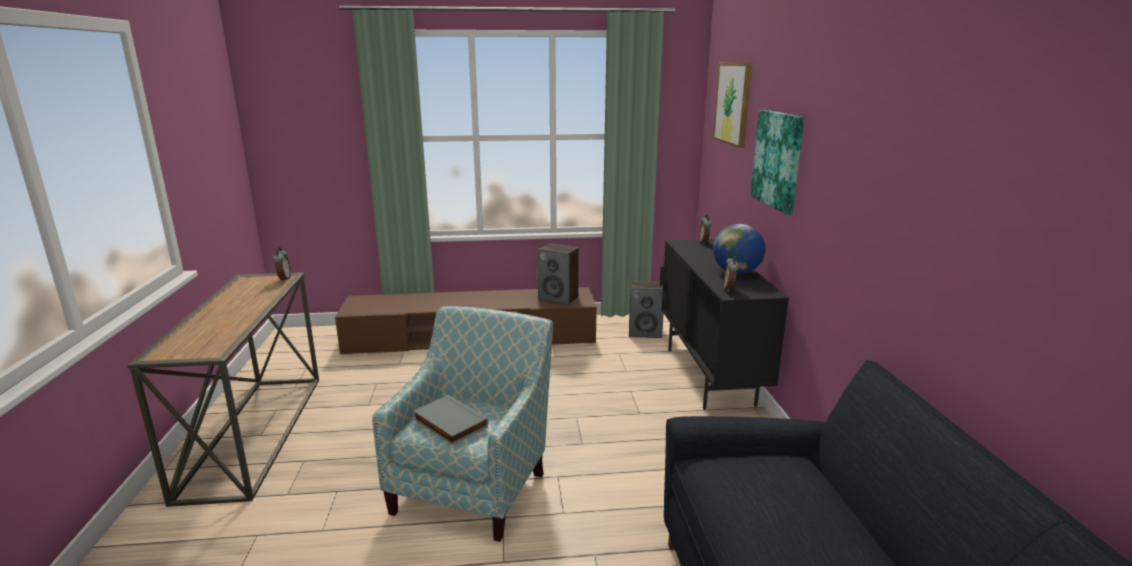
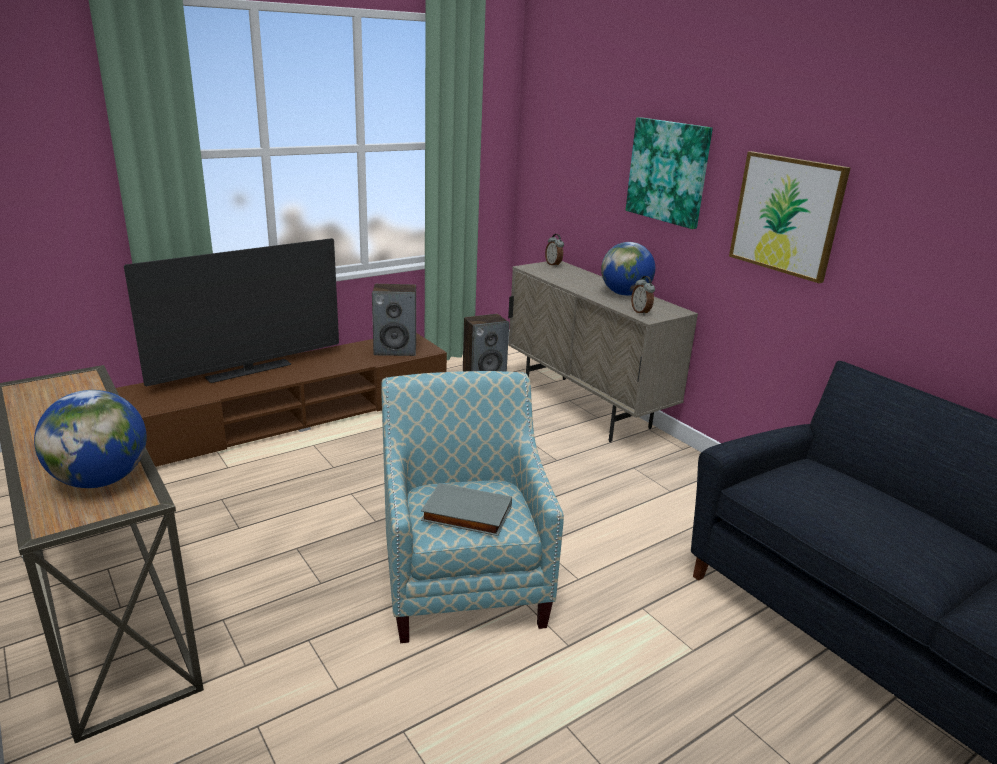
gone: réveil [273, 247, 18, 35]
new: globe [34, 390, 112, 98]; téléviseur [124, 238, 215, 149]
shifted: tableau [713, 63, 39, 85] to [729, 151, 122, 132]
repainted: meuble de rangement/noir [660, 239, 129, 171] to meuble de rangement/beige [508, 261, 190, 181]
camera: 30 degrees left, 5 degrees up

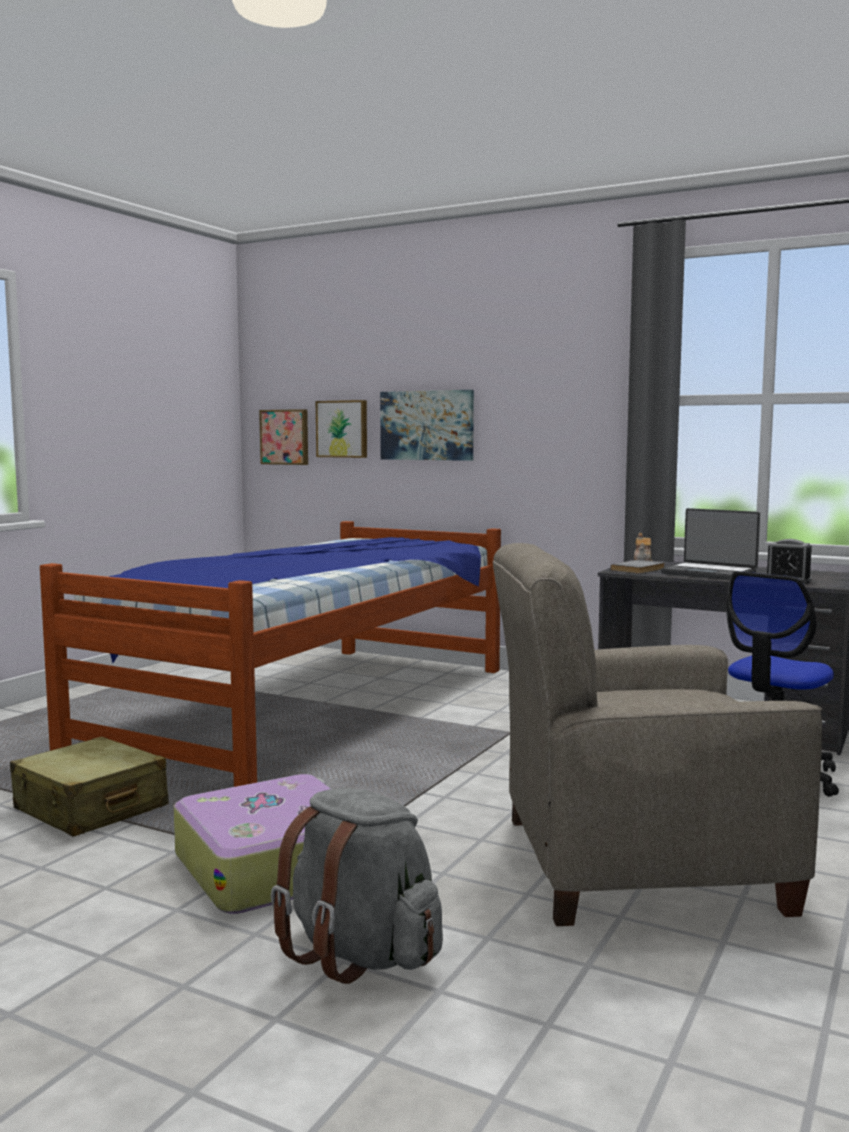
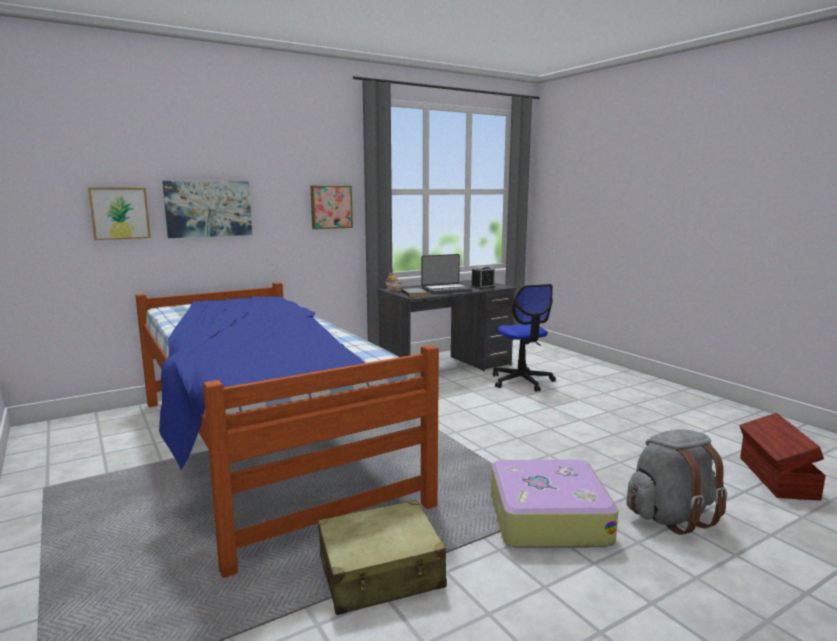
gone: fauteuil/beige [493, 543, 329, 383]
new: boîte de rangement/marron [739, 413, 87, 88]
shifted: tableau [259, 409, 49, 56] to [311, 185, 42, 44]
camera: 60 degrees left, 5 degrees up

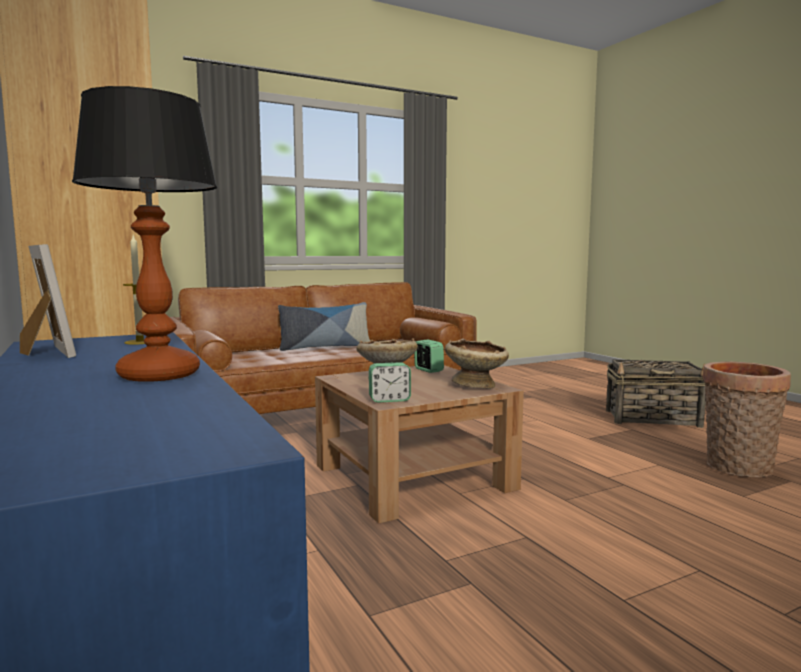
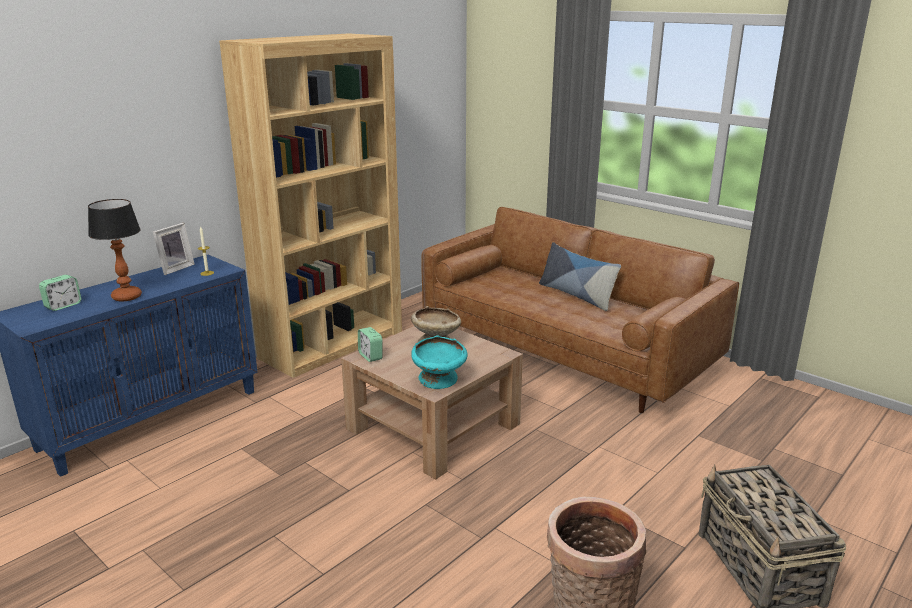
shifted: réveil [414, 340, 30, 33] to [39, 275, 42, 36]
repainted: bol/beige [445, 339, 64, 50] to bol/turquoise [411, 335, 56, 54]
camera: 70 degrees right, 15 degrees up

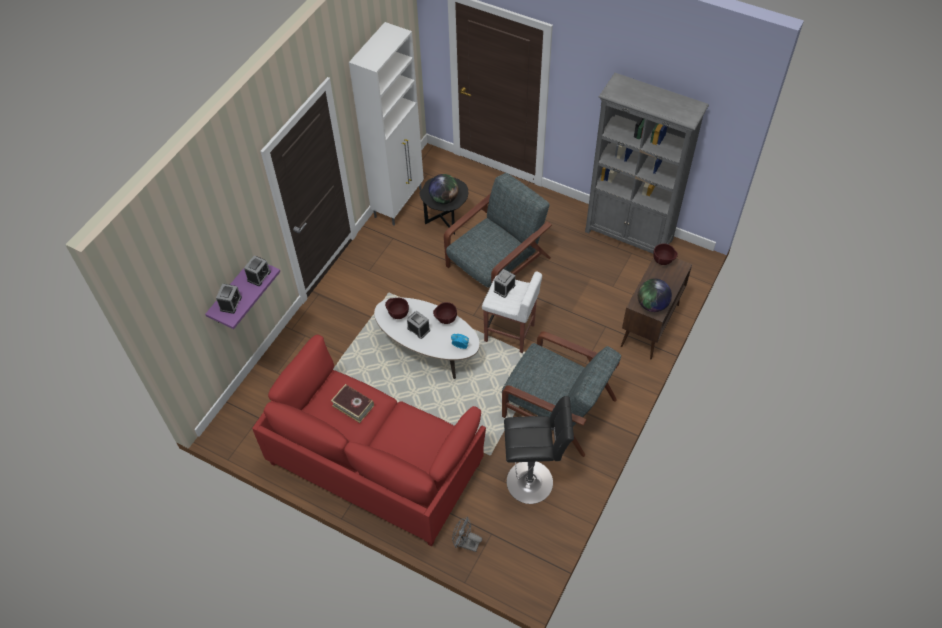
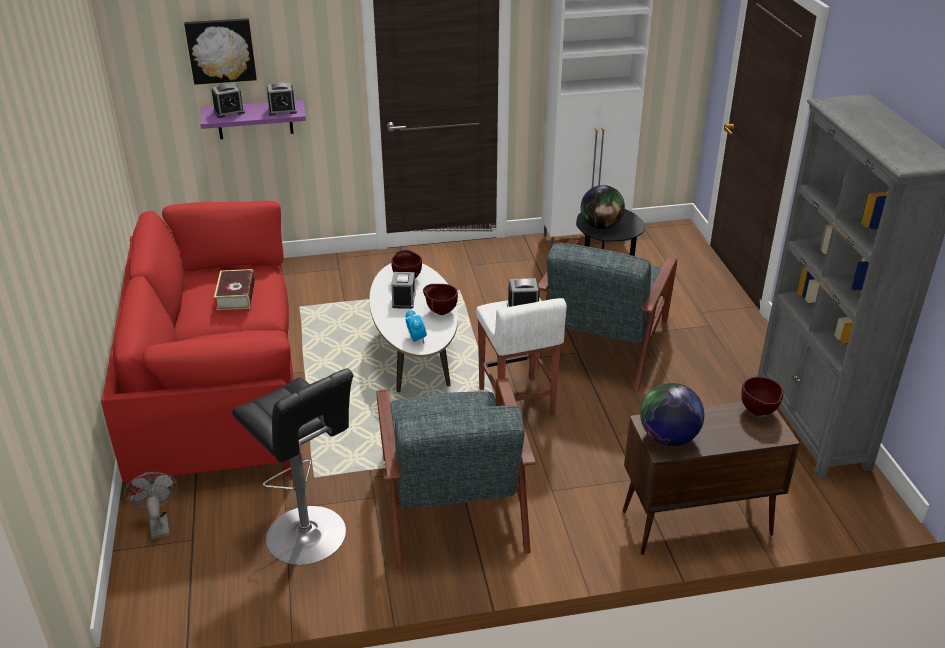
new: tableau [184, 18, 73, 67]
rotated: fauteuil/gris [444, 173, 108, 115] = [535, 239, 142, 153] 105 degrees clockwise
camera: 50 degrees right, 20 degrees down

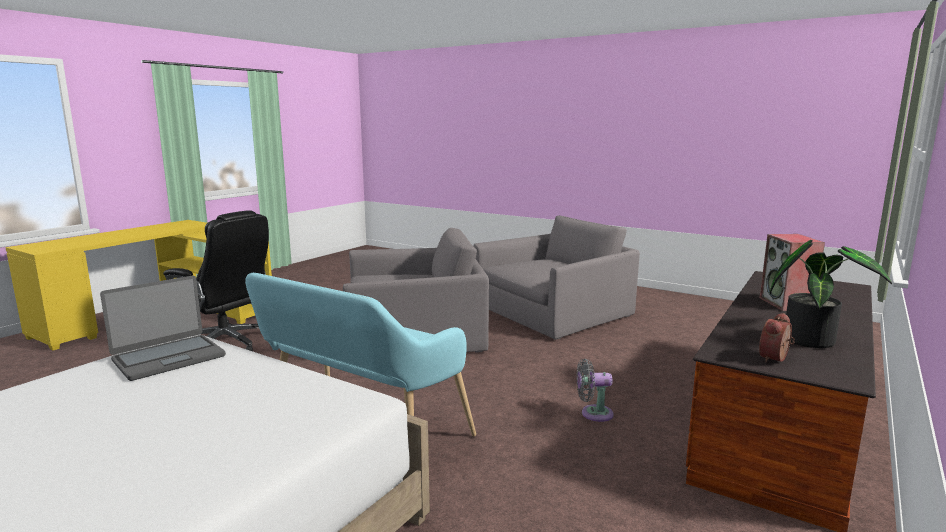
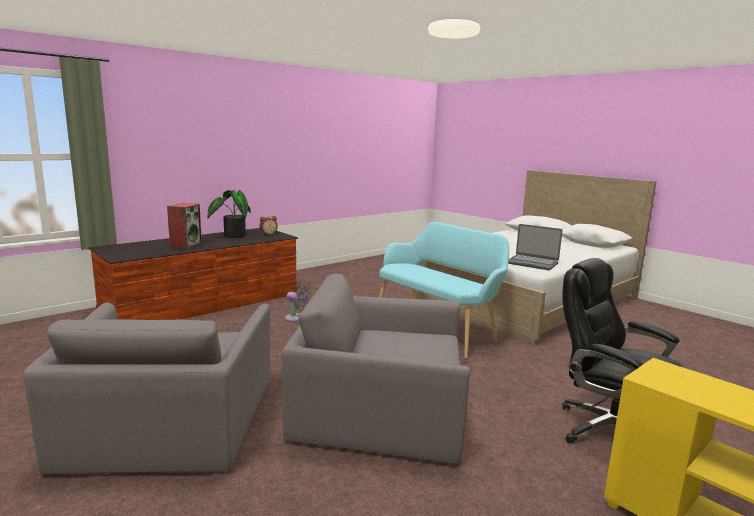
rotated: ordinateur portable [100, 276, 126, 105] = [508, 224, 55, 46] 120 degrees counterclockwise; fauteuil/gris [473, 215, 167, 125] = [23, 303, 247, 171] 75 degrees counterclockwise
camera: 165 degrees left, 0 degrees up

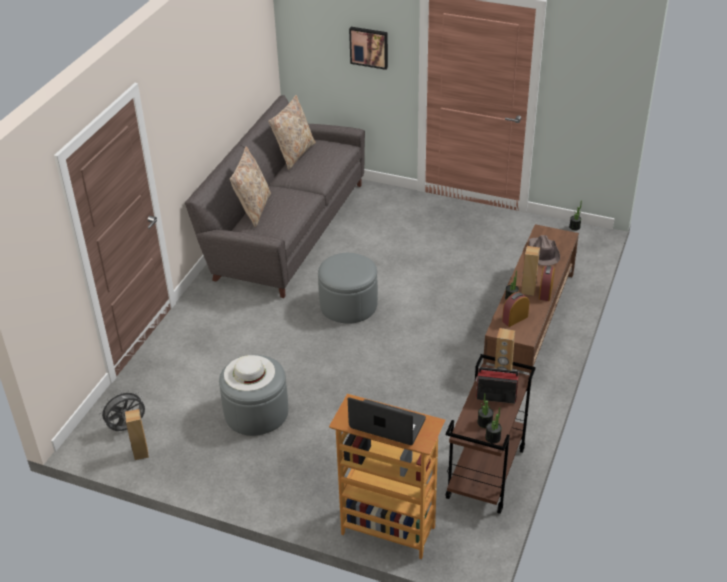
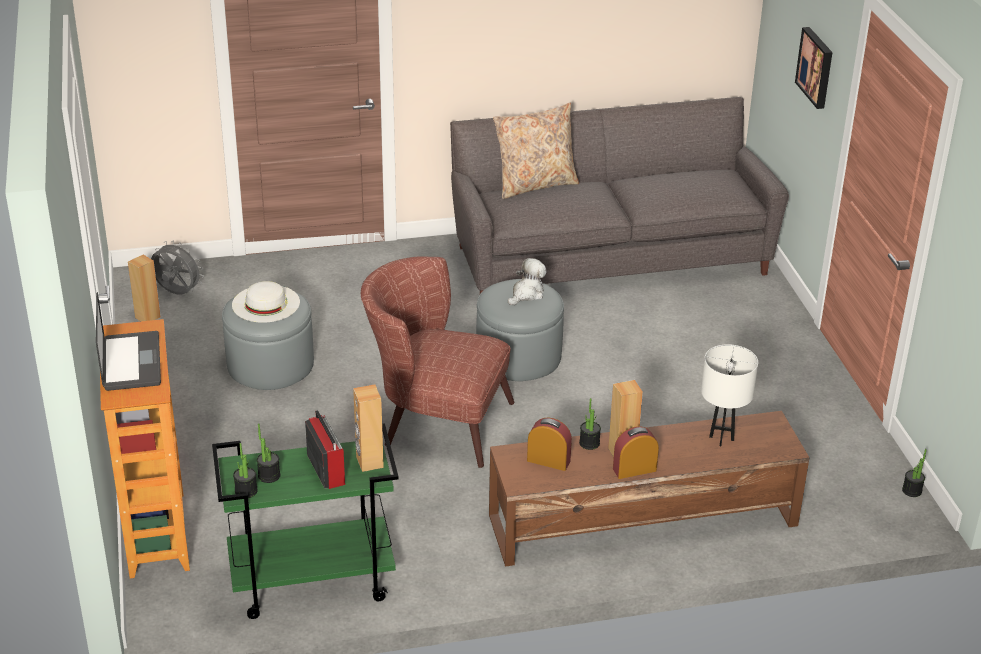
gone: coussin/beige [268, 95, 48, 75]
new: fauteuil/marron [361, 256, 153, 212]; peluche [508, 258, 38, 47]
swapped: chapeau/marron [529, 235, 31, 31] to lampe de table/blanc [701, 344, 57, 102]
repainted: chariot/marron [445, 354, 91, 160] to chariot/vert [212, 423, 187, 196]
camera: 55 degrees right, 5 degrees down

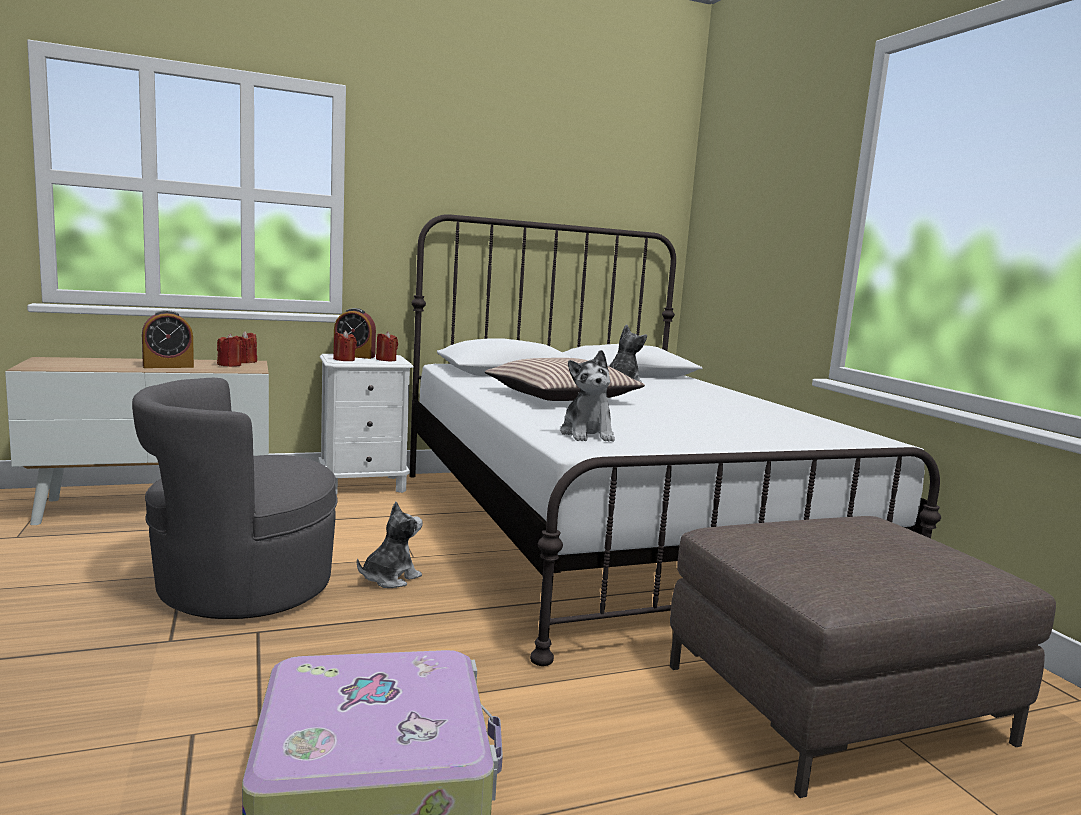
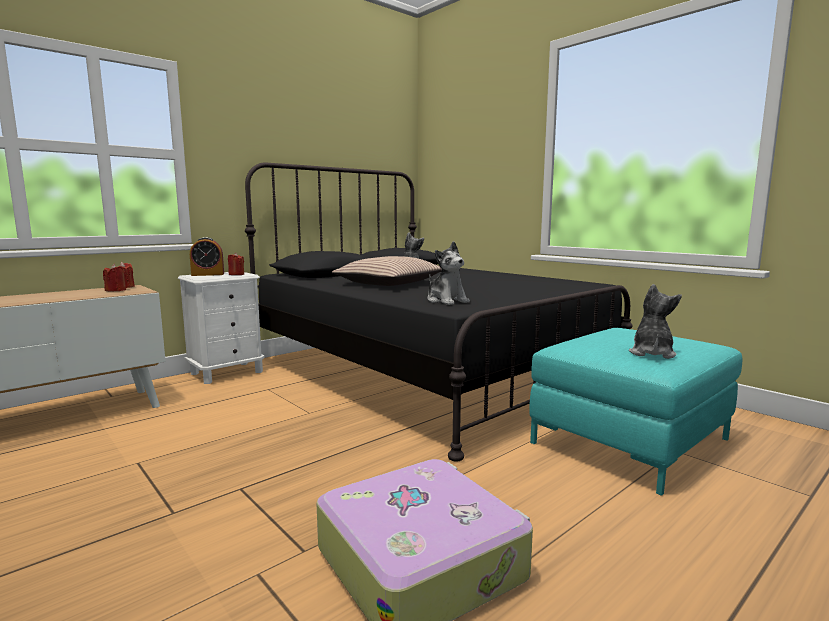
gone: fauteuil/gris [132, 378, 206, 241]; réveil [142, 310, 52, 58]; bougie/rouge [333, 330, 24, 31]
shifted: peluche [357, 502, 66, 86] to [629, 284, 53, 75]
repainted: lit/blanc [409, 214, 532, 452] to lit/noir [245, 163, 388, 299]; pouf/marron [669, 516, 387, 282] to pouf/turquoise [529, 328, 213, 168]
camera: 20 degrees left, 0 degrees up

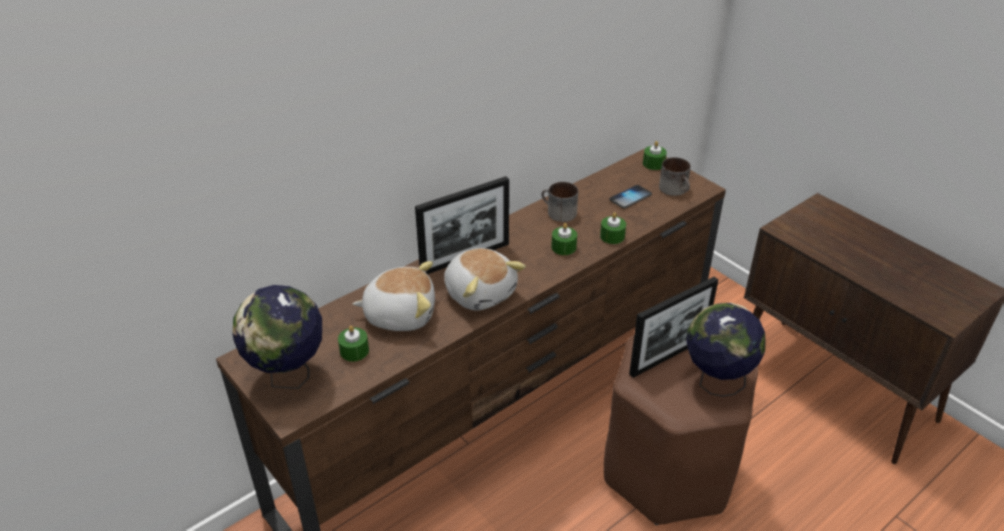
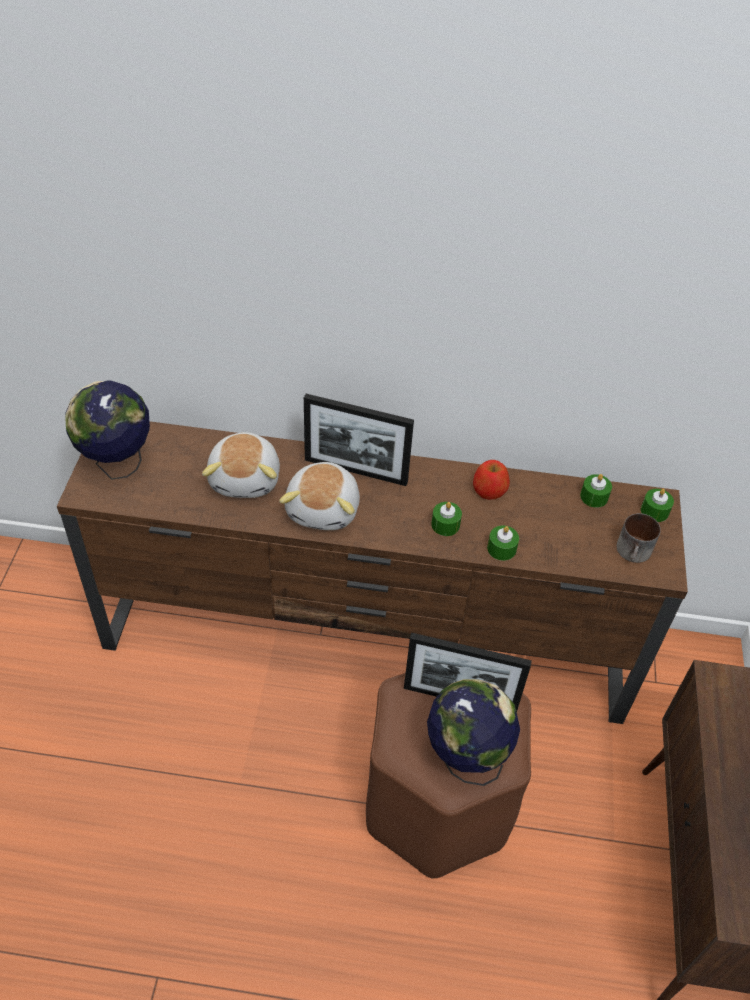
gone: téléphone [609, 185, 43, 23]
shifted: bougie/vert [338, 326, 31, 36] to [580, 474, 32, 34]
swapped: mug [541, 182, 37, 40] to pomme [473, 460, 37, 40]
rotated: peluche [352, 261, 83, 70] = [202, 432, 78, 66] 45 degrees clockwise
camera: 45 degrees right, 10 degrees up

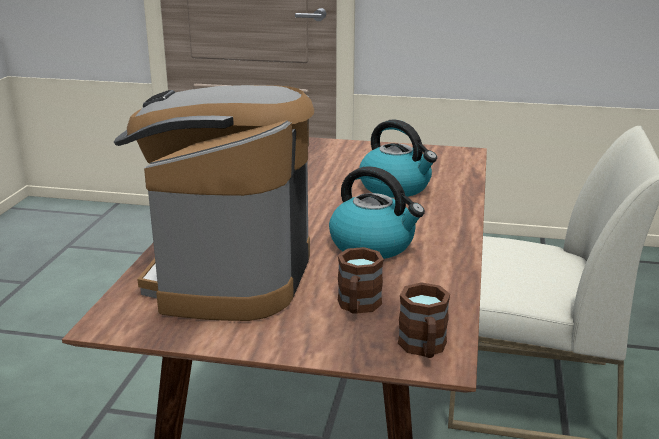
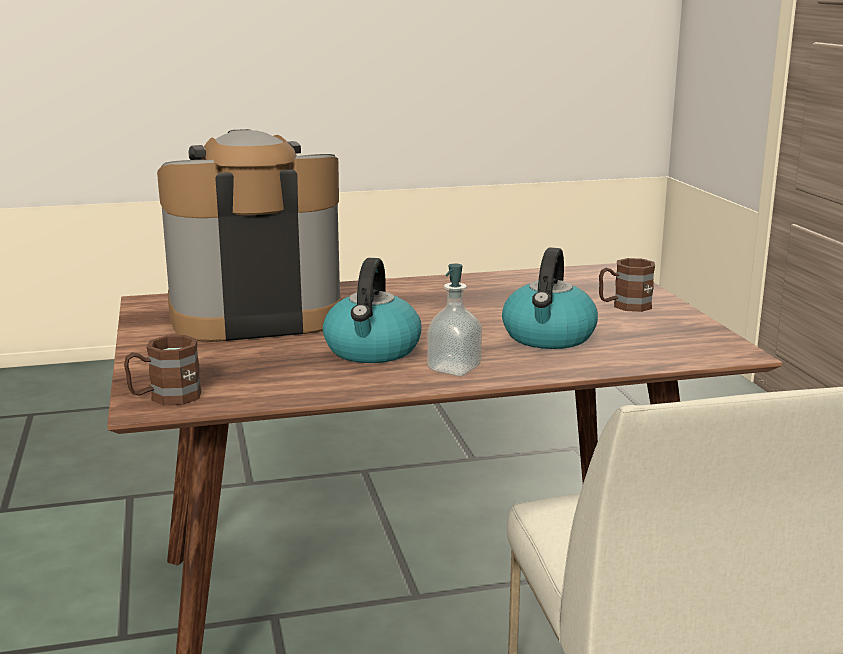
new: distributeur de savon [427, 264, 55, 112]
shifted: mug/marron [338, 247, 46, 67] to [599, 258, 56, 54]
camera: 65 degrees right, 5 degrees down

